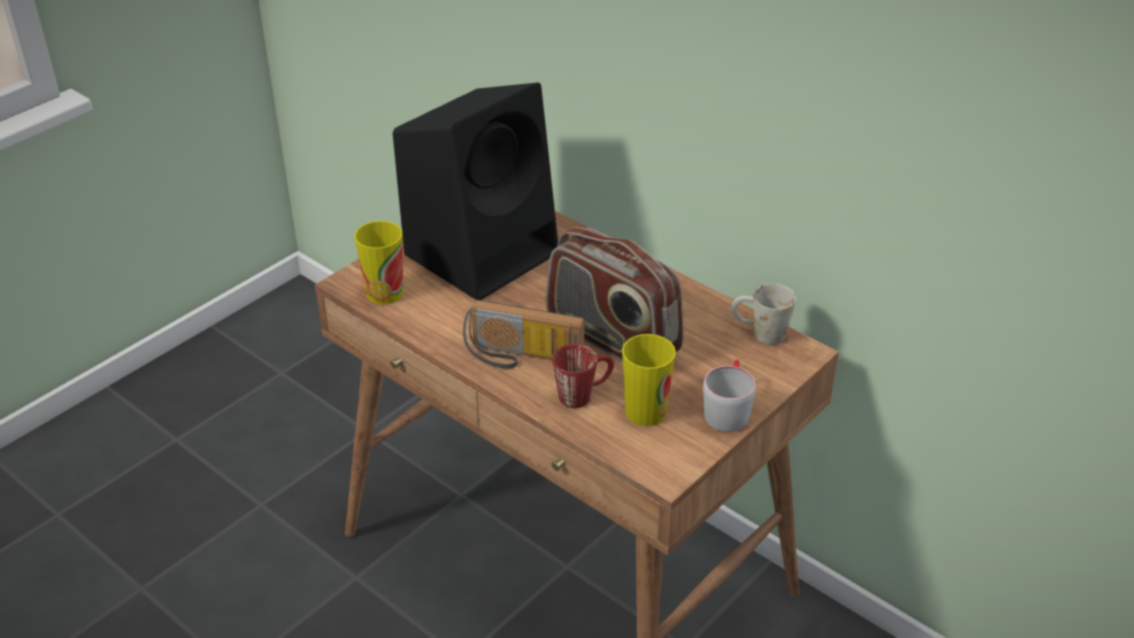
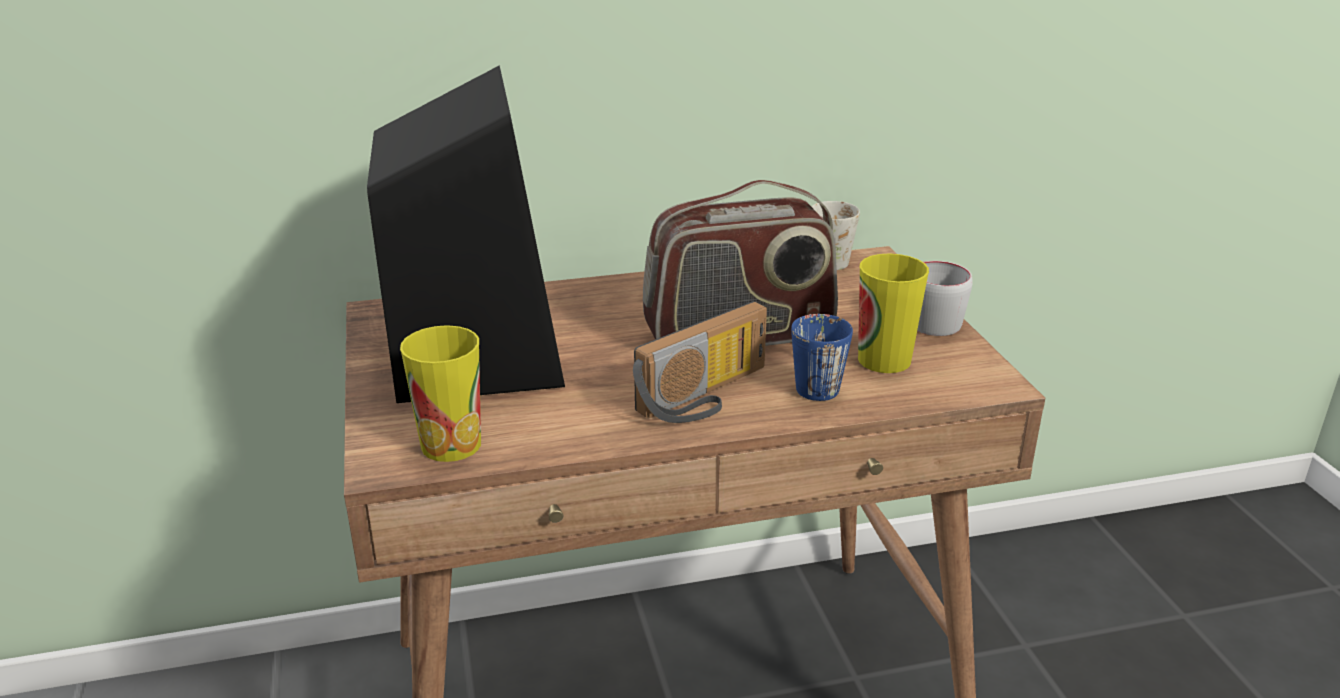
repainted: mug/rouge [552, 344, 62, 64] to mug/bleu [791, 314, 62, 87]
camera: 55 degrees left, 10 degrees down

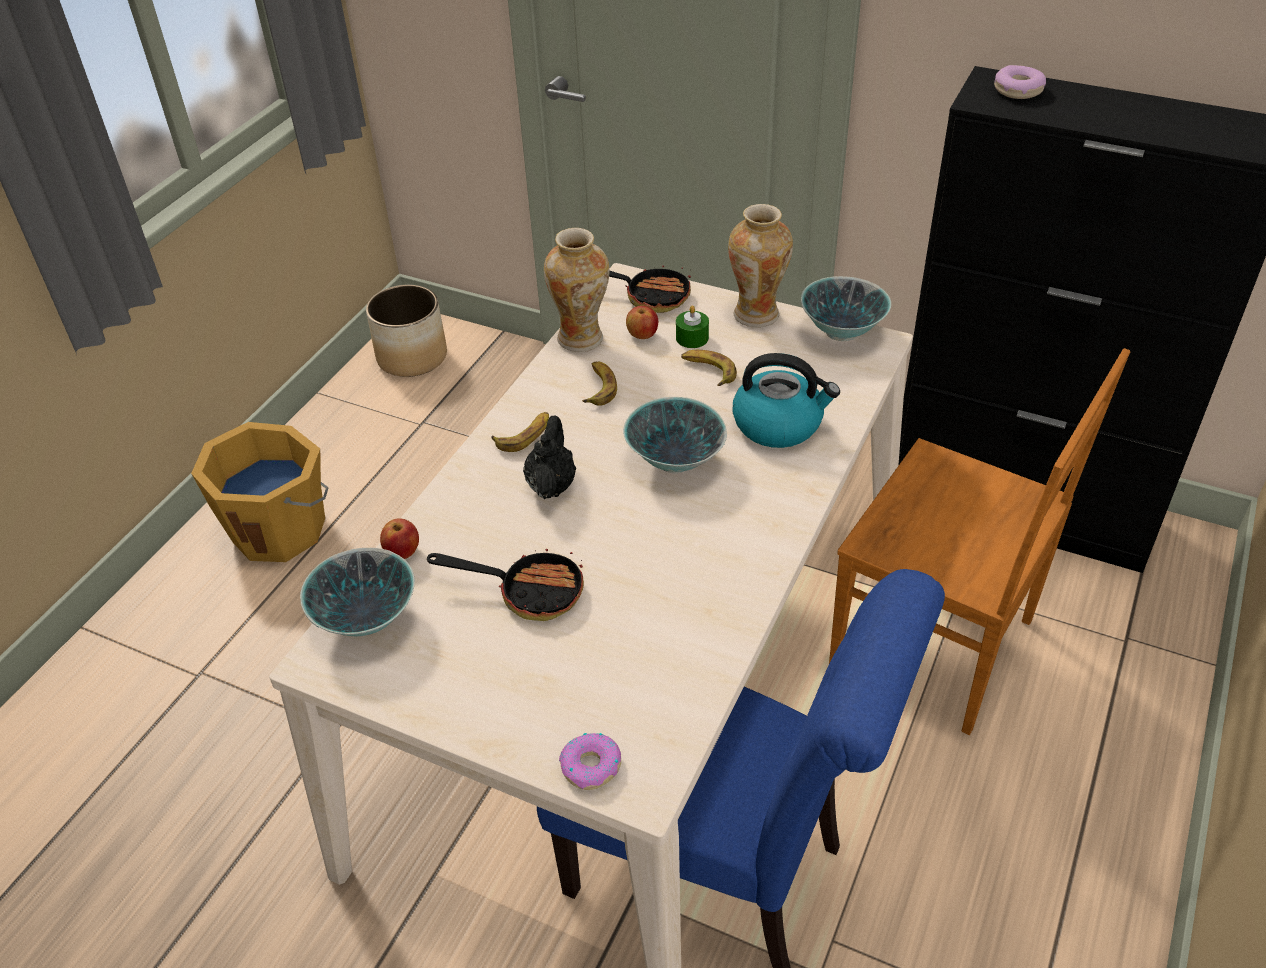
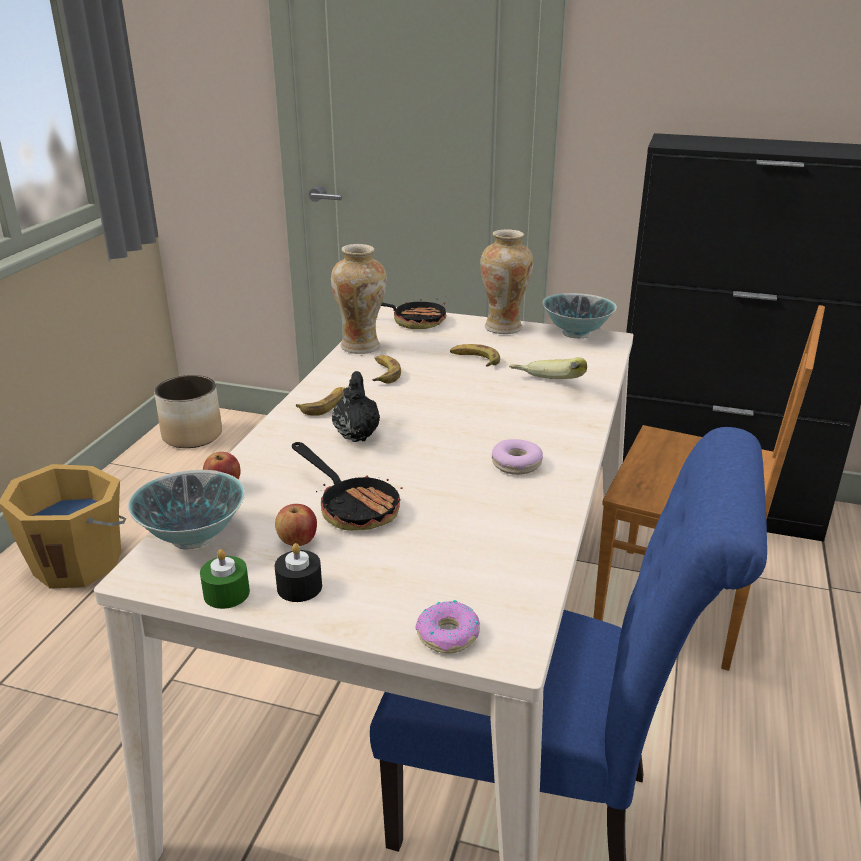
gone: bol [623, 397, 104, 76]
new: bougie/noir [275, 543, 47, 59]
shifted: pomme [626, 306, 32, 33] to [275, 504, 42, 42]; bougie/vert [676, 306, 33, 42] to [200, 549, 50, 60]; beignet [994, 65, 52, 34] to [492, 439, 51, 36]
swapped: bouilloire [732, 353, 108, 95] to banane [509, 357, 78, 22]
rotated: poêle [427, 549, 157, 72] = [292, 442, 111, 89] 45 degrees clockwise
camera: 10 degrees left, 15 degrees down

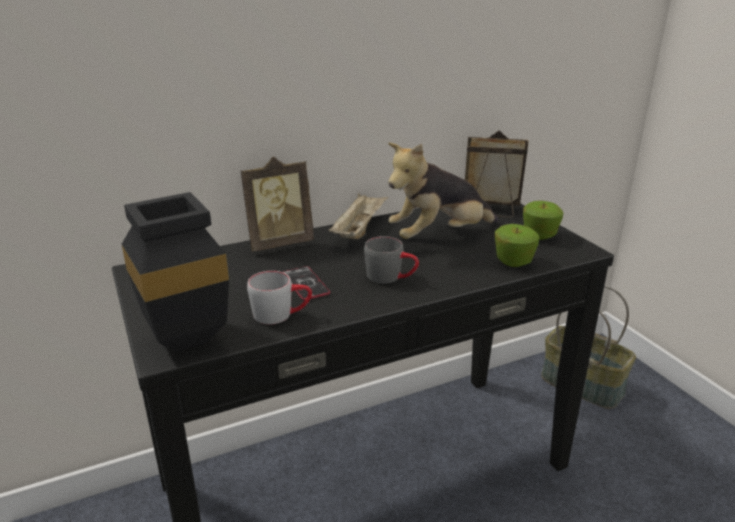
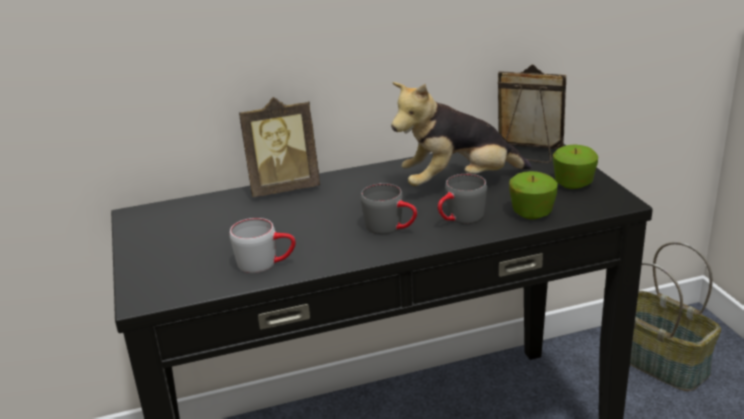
gone: vase/noir [122, 192, 107, 160]; téléphone [283, 266, 47, 34]; plateau/beige [328, 193, 60, 46]
new: mug/gris [438, 174, 49, 50]
camera: 10 degrees right, 0 degrees up

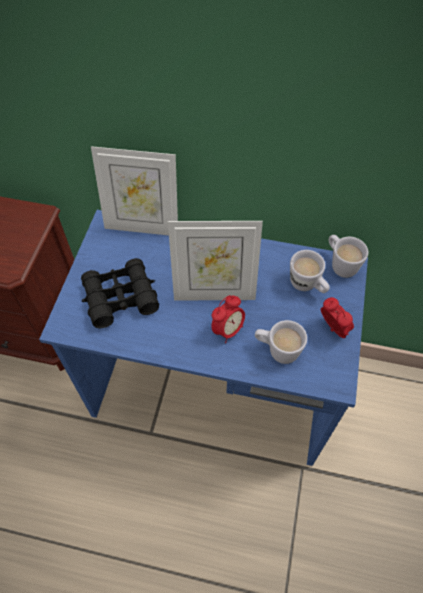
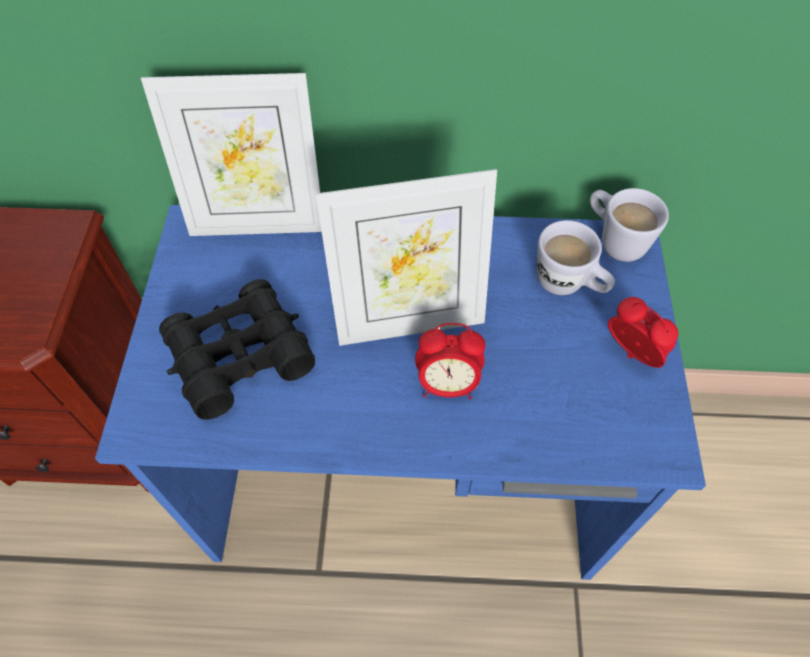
gone: mug/blanc [255, 320, 52, 44]
rotated: réveil [211, 295, 34, 48] = [415, 323, 71, 77] 60 degrees clockwise
camera: 10 degrees left, 0 degrees up

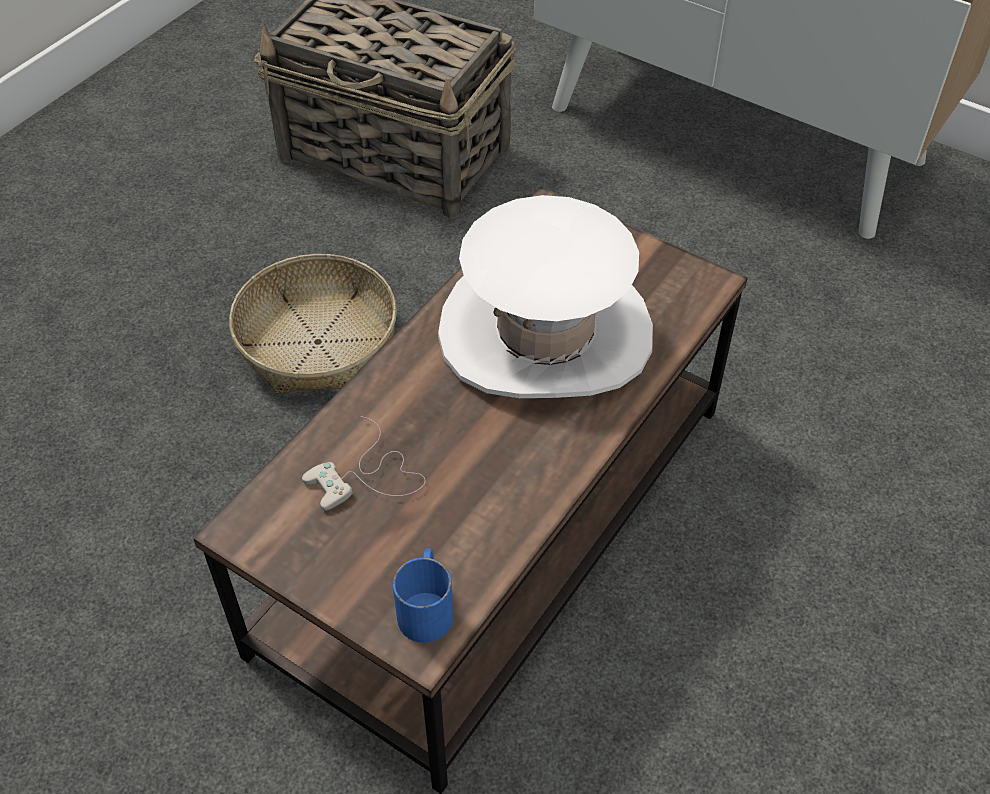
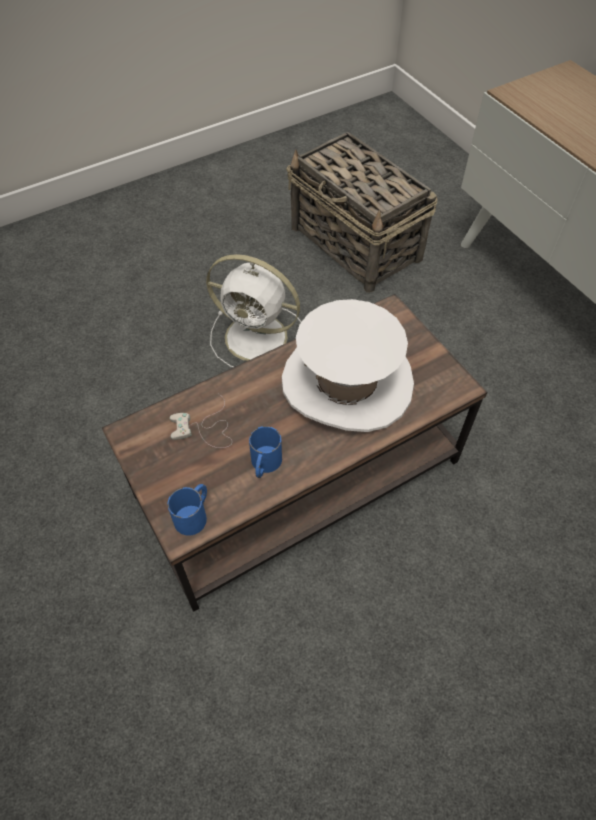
new: mug/bleu [249, 426, 33, 52]
swapped: panier [229, 254, 168, 140] to ventilateur/blanc [206, 254, 96, 114]
camera: 25 degrees right, 5 degrees up

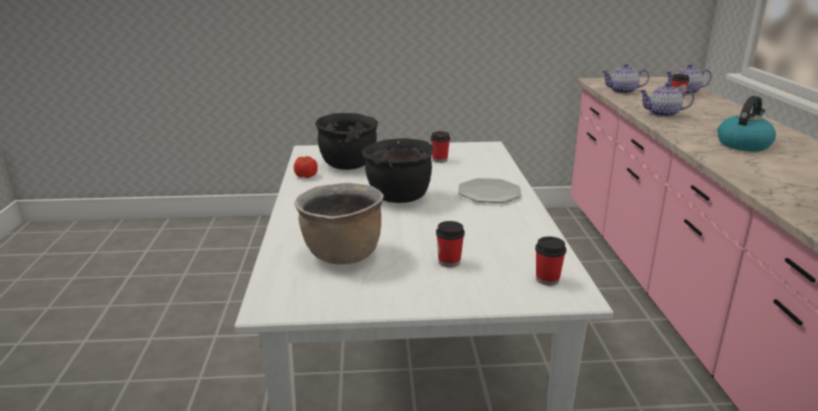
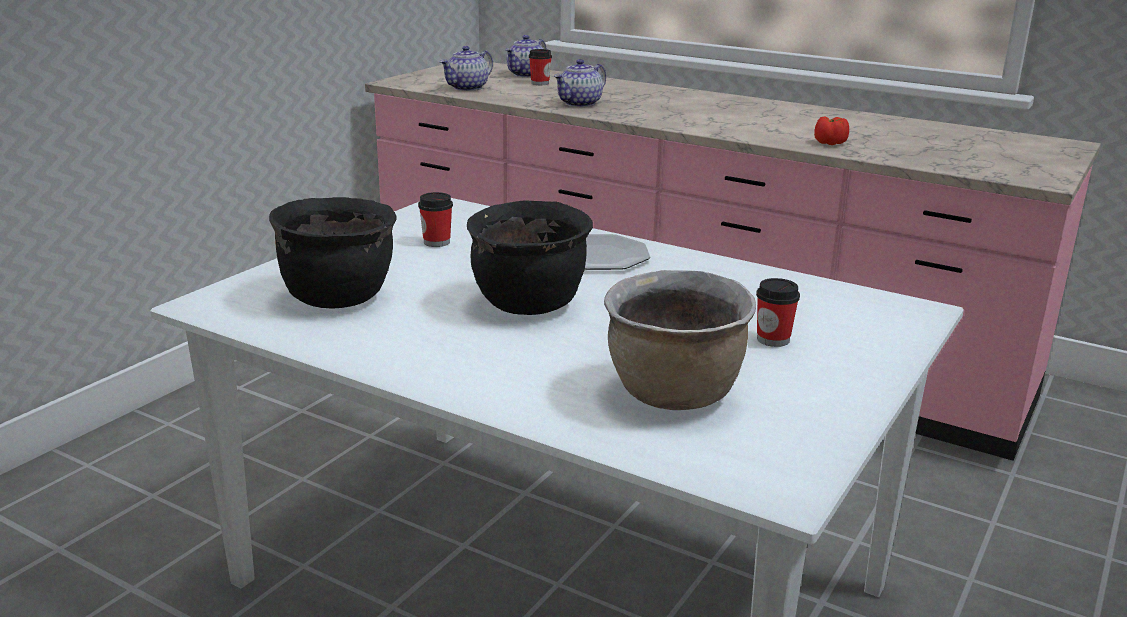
gone: tasse [535, 236, 31, 50]; bouilloire [717, 96, 59, 55]
shifted: tomate [294, 156, 24, 22] to [814, 116, 35, 29]
camera: 55 degrees left, 0 degrees up

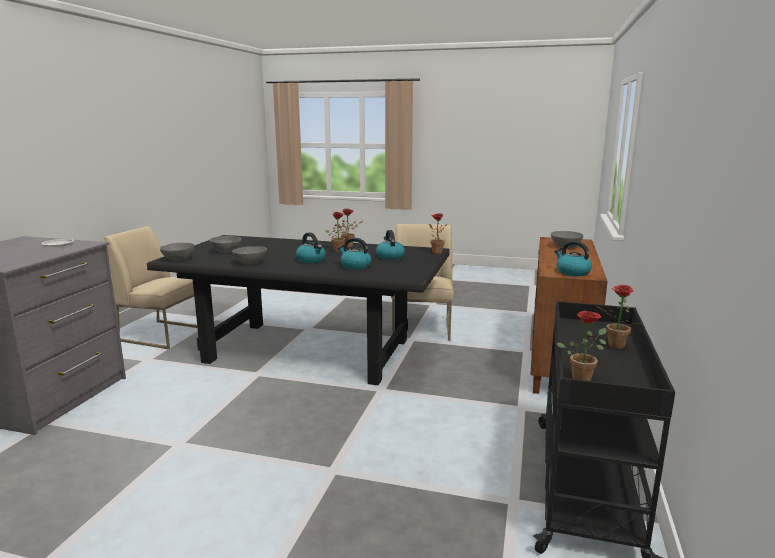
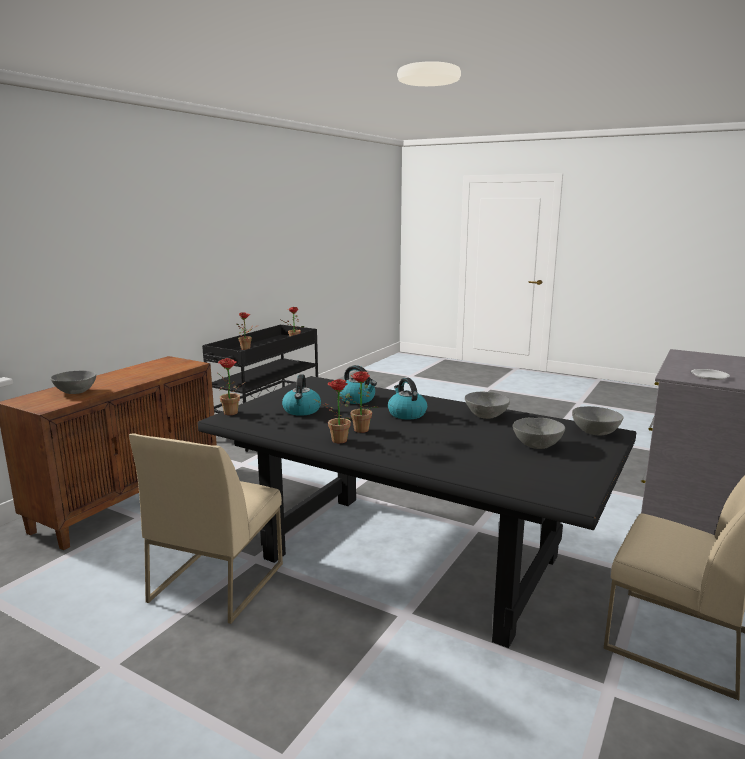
gone: bouilloire [554, 241, 38, 35]
camera: 165 degrees left, 0 degrees up

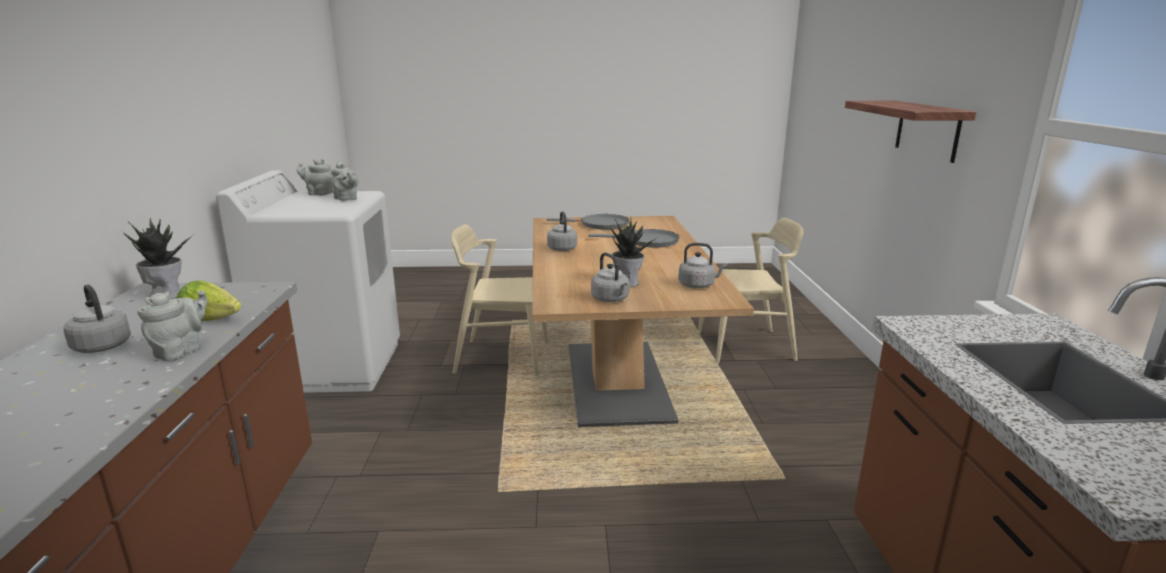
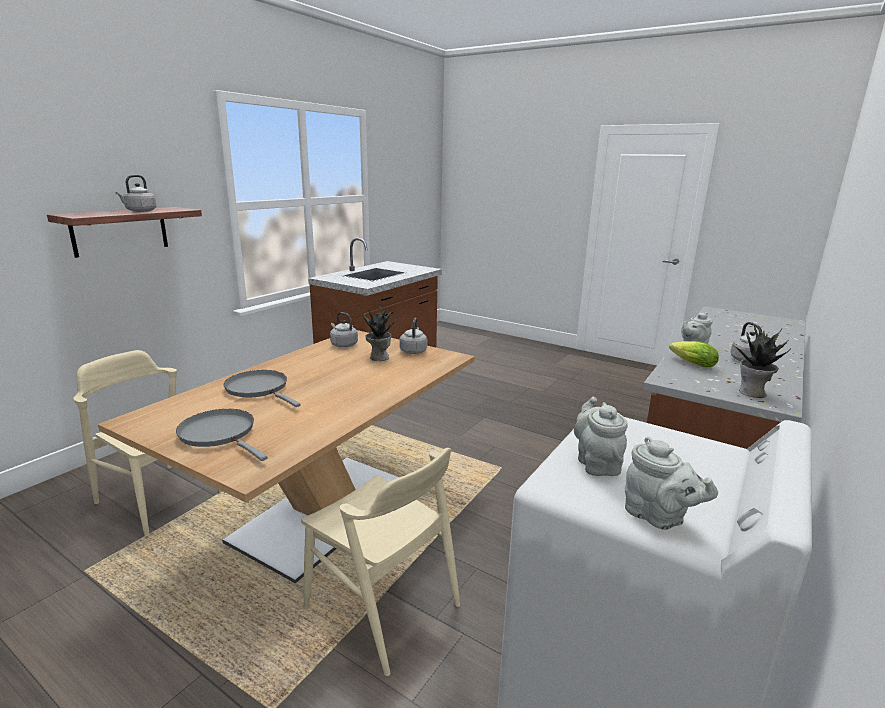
shifted: bouilloire/gris [547, 211, 30, 40] to [116, 175, 40, 37]
camera: 145 degrees left, 0 degrees up

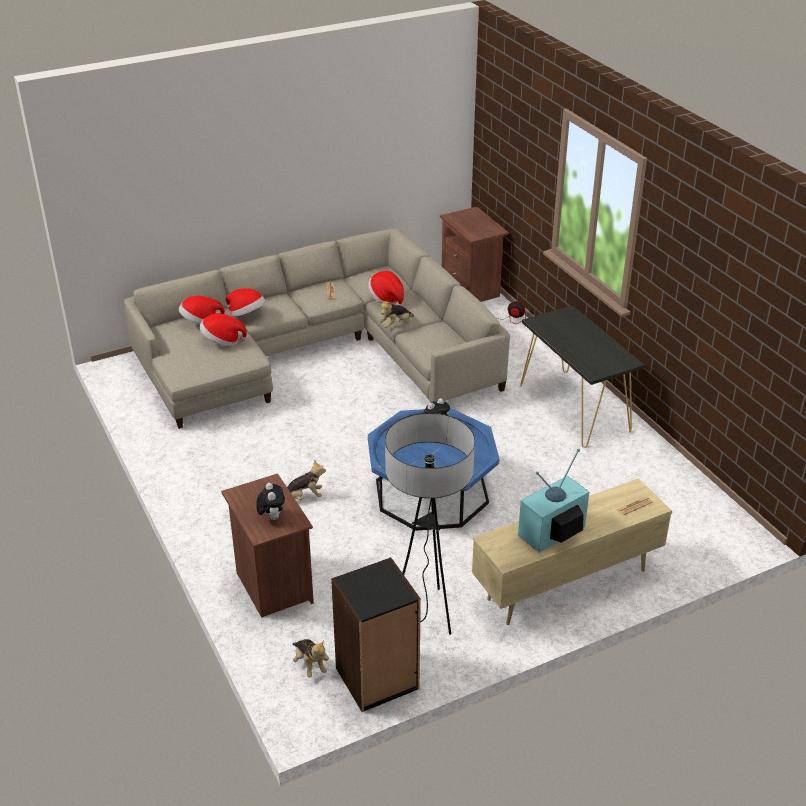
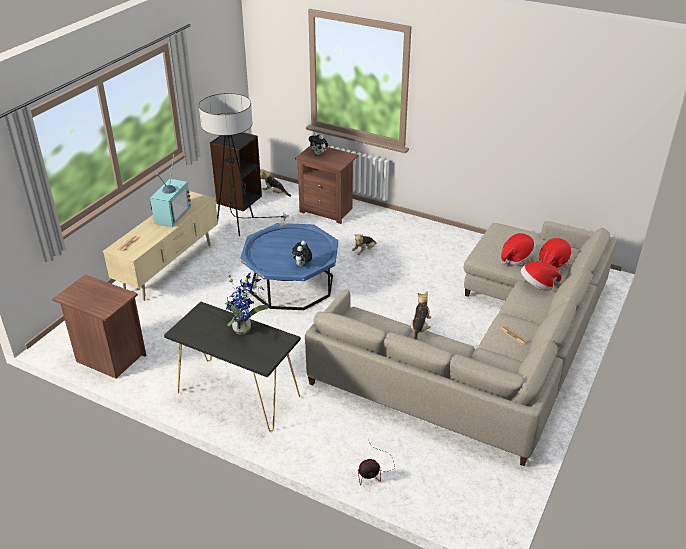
gone: chapeau [368, 271, 36, 35]
new: plante en pot [225, 273, 43, 62]
shifted: table de chevet/marron [440, 207, 69, 95] to [52, 274, 94, 105]
camera: 145 degrees right, 0 degrees up

